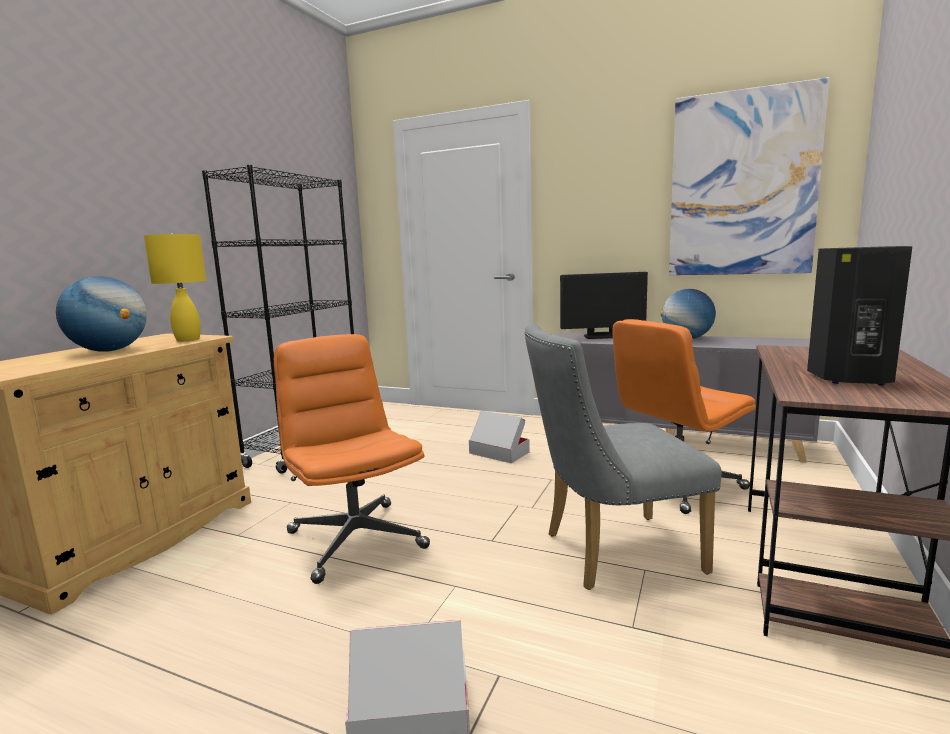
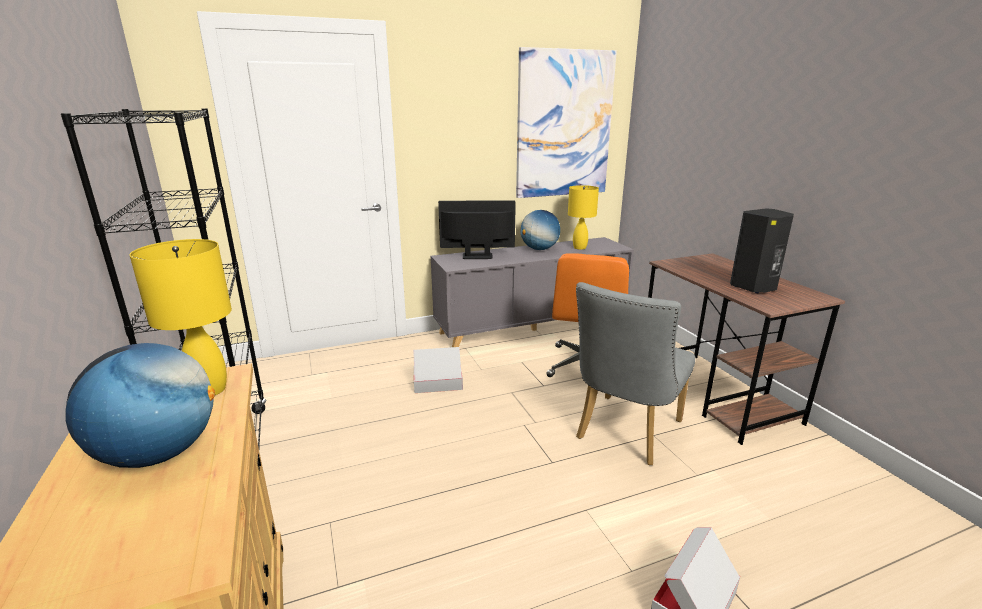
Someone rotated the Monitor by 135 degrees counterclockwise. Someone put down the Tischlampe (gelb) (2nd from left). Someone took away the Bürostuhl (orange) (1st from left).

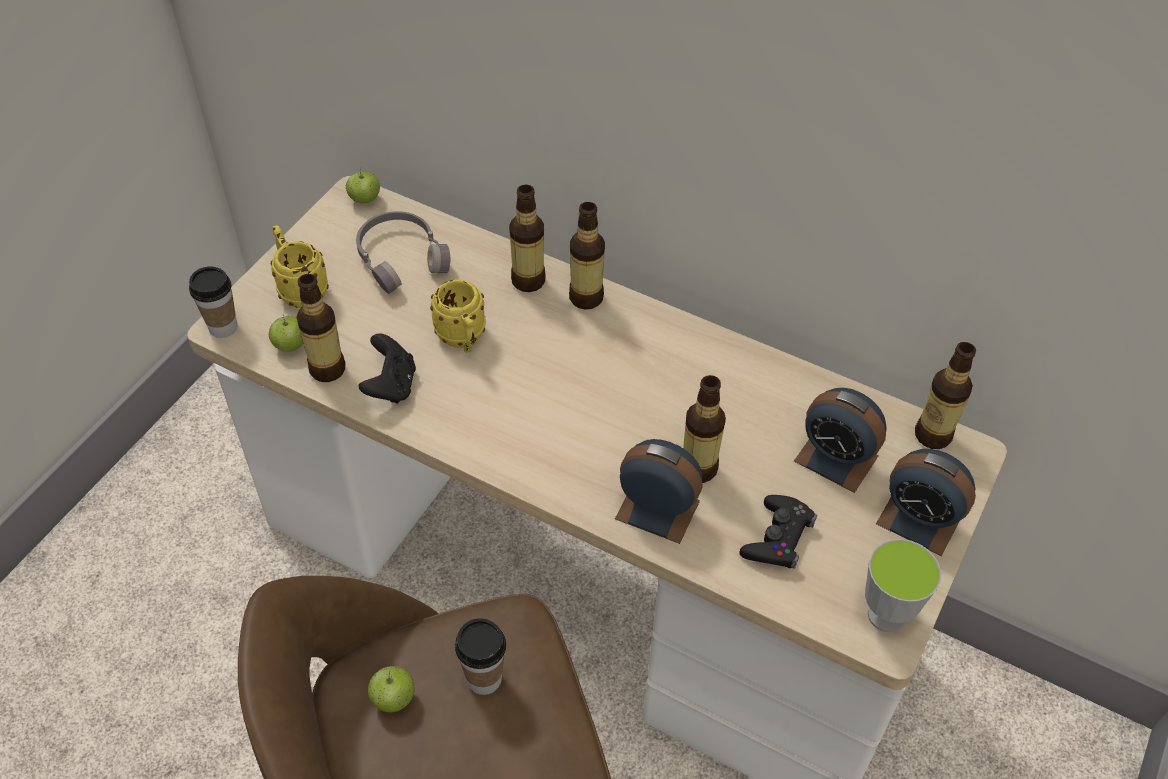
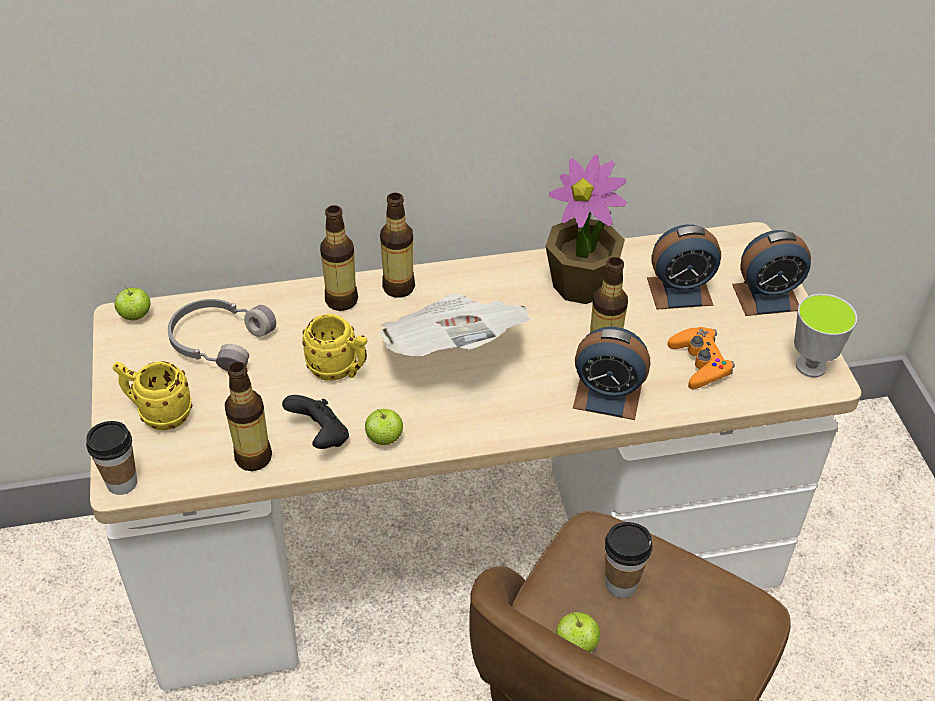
Someone carried the Apfel (1st from left in the first image). Someone put down the Zeitung. Someone put down the Topfpflanze. Someone rotated the Wecker (1st from left) by 150 degrees counterclockwise. Someone repainted the Gamepad (schwarz) (2nd from left), which became the Gamepad (orange). Someone took away the Flasche (5th from left).

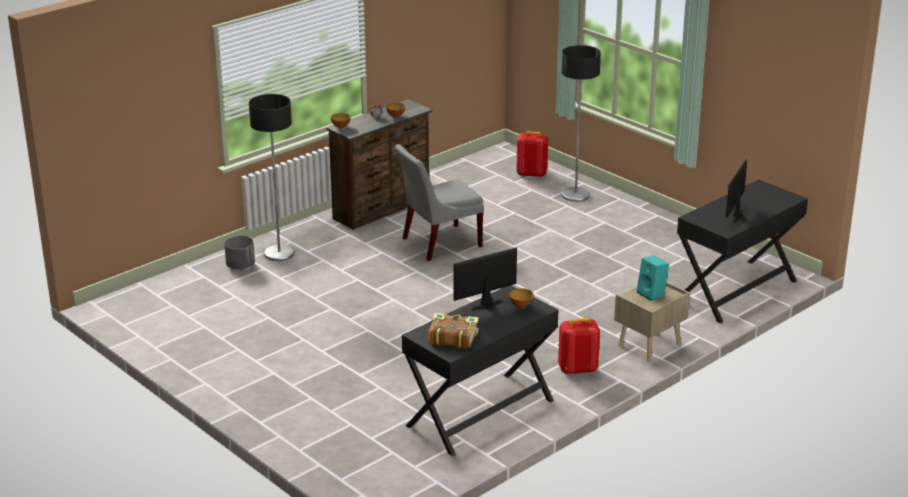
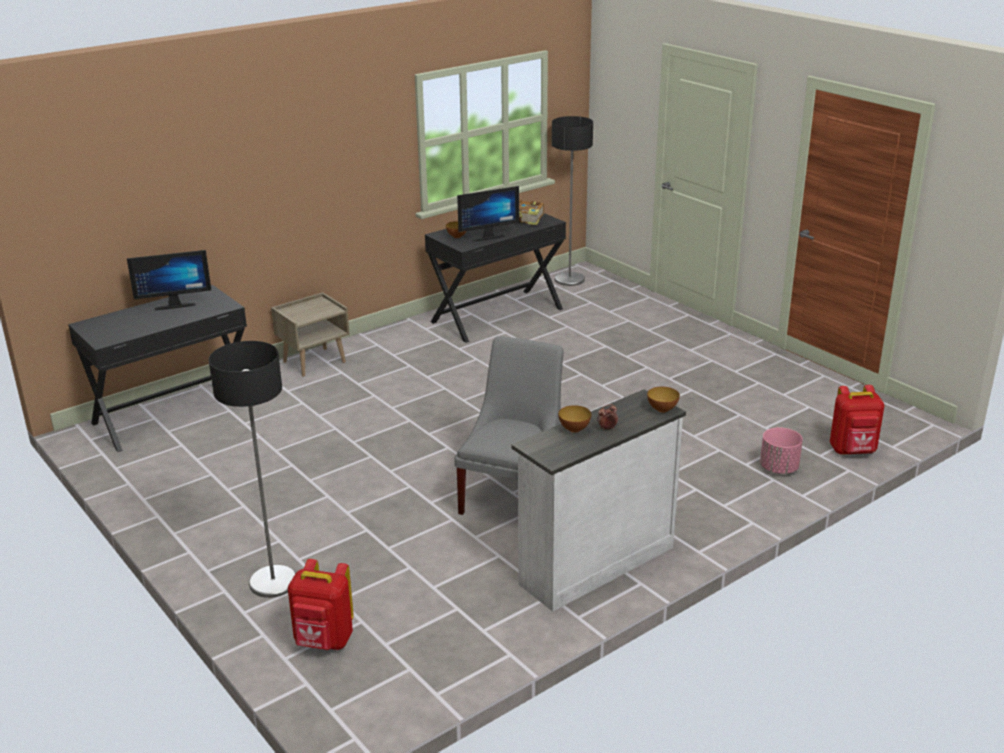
Someone rotated the Monitor (2nd from left in the first image) by 45 degrees clockwise. Someone rotated the Stuhl (grau) by 45 degrees counterclockwise. Someone repainted the Kommode (braun), which became the Kommode (weiß). Someone carried the Stehlampe (1st from left in the first image). Someone repainted the Pflanzkübel (grau), which became the Pflanzkübel (rosa). Someone carried the Rucksack (rot) (2nd from left). Someone took away the Lautsprecher (türkis).

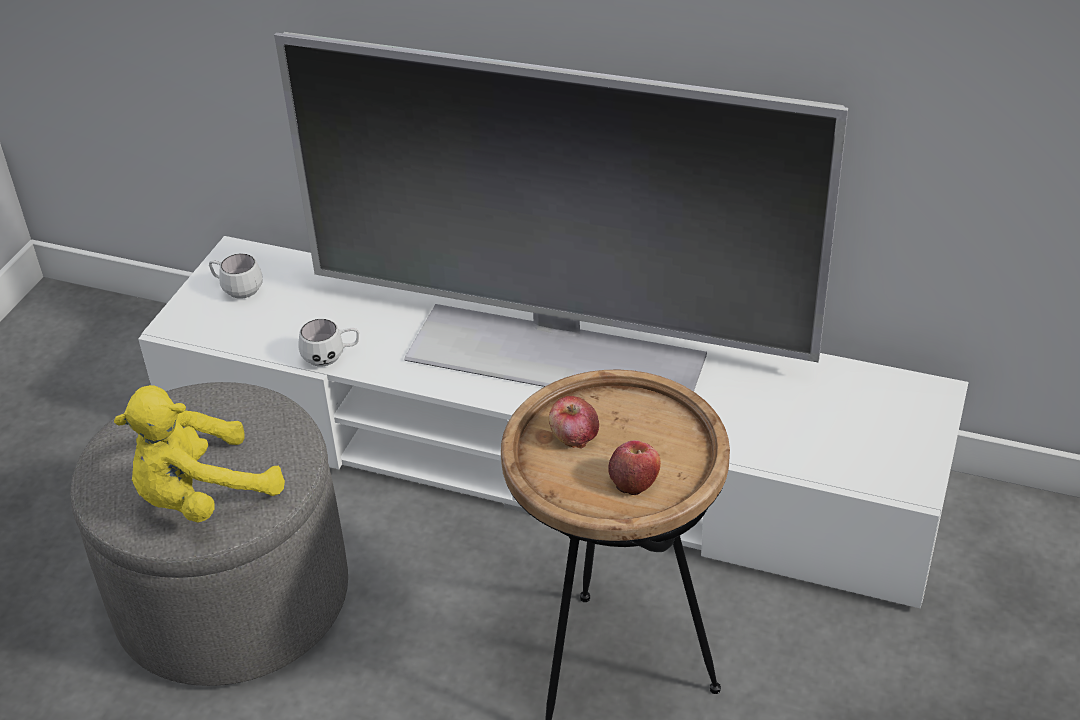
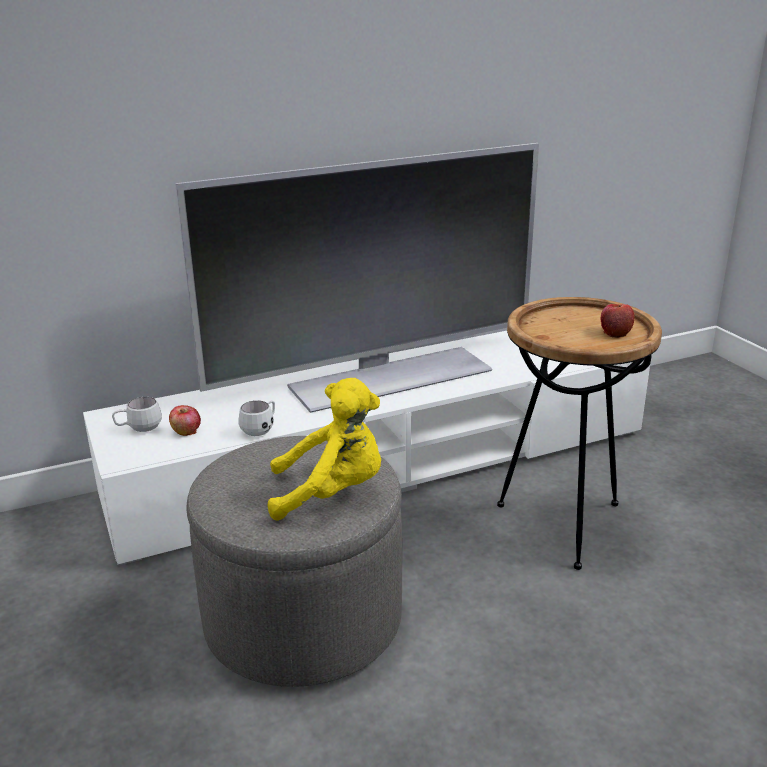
Someone carried the Apfel (1st from left). Someone rotated the Plüschtier (gelb) by 105 degrees counterclockwise.

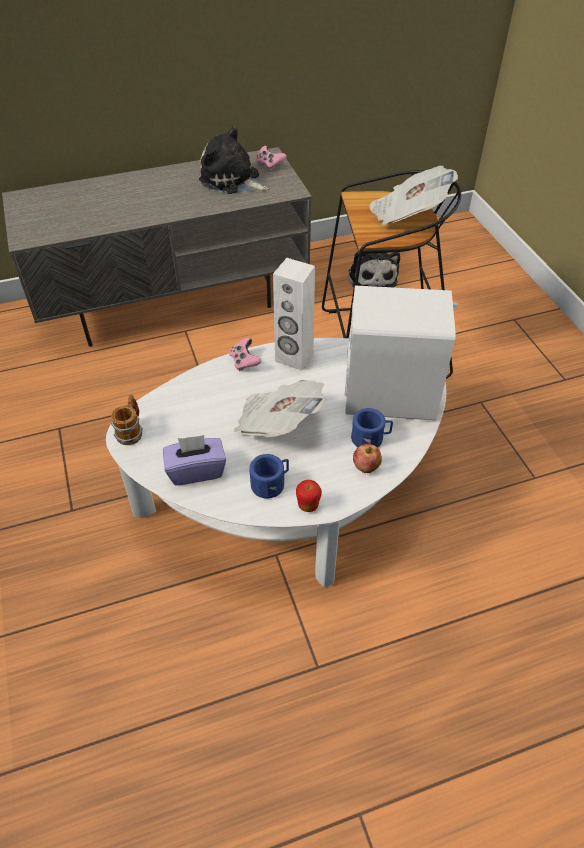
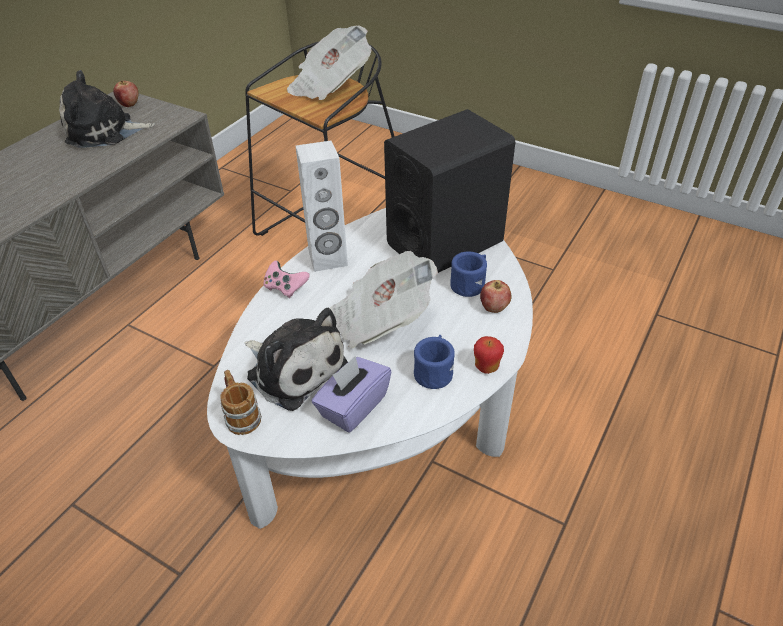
Someone swapped the Gamepad (rosa) (2nd from left) for the Apfel (1st from left). Someone carried the Plüschtier (2nd from left). Someone repainted the Lautsprecher (weiß) (2nd from left), which became the Lautsprecher (schwarz).

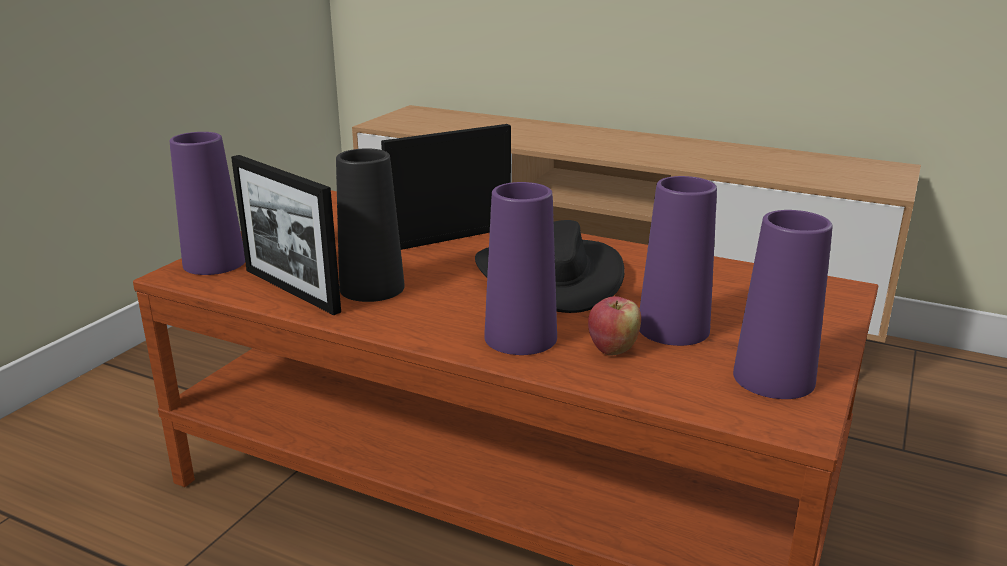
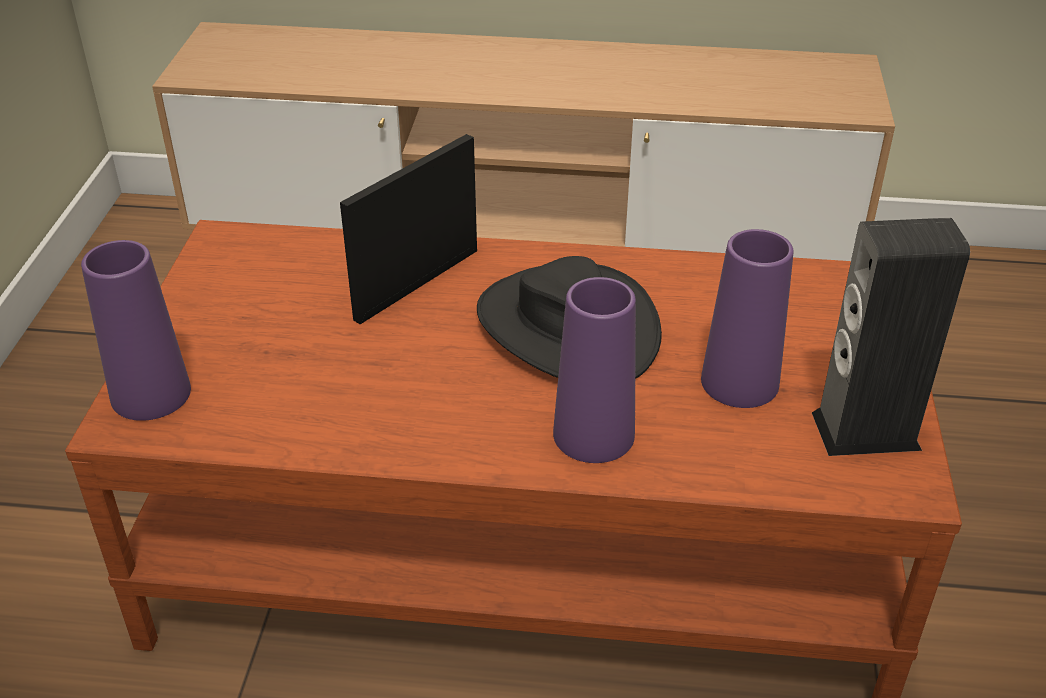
Someone swapped the Vase (lila) (4th from left) for the Lautsprecher. Someone took away the Bilderrahmen (1st from left). Someone took away the Vase (schwarz). Someone took away the Apfel.

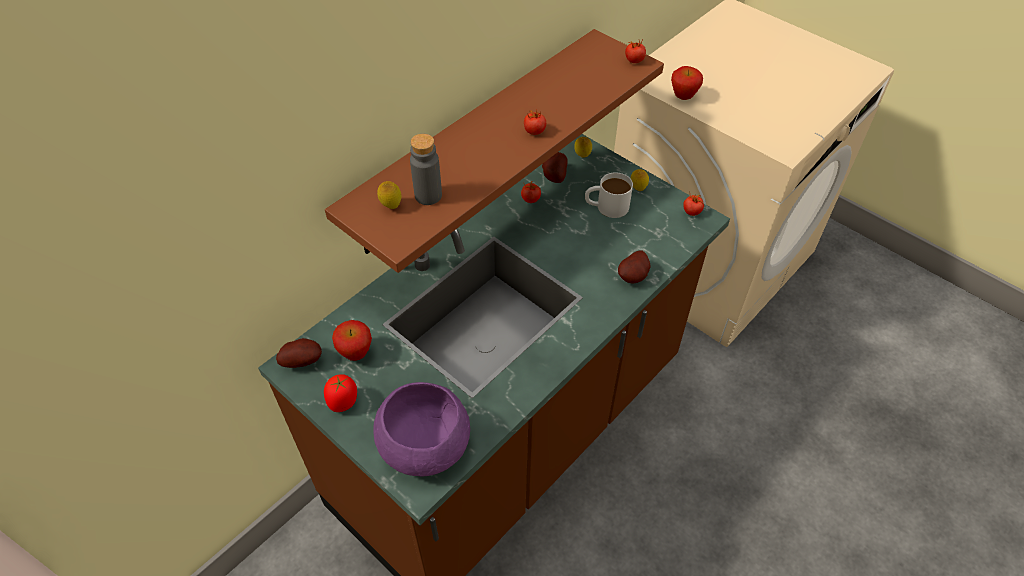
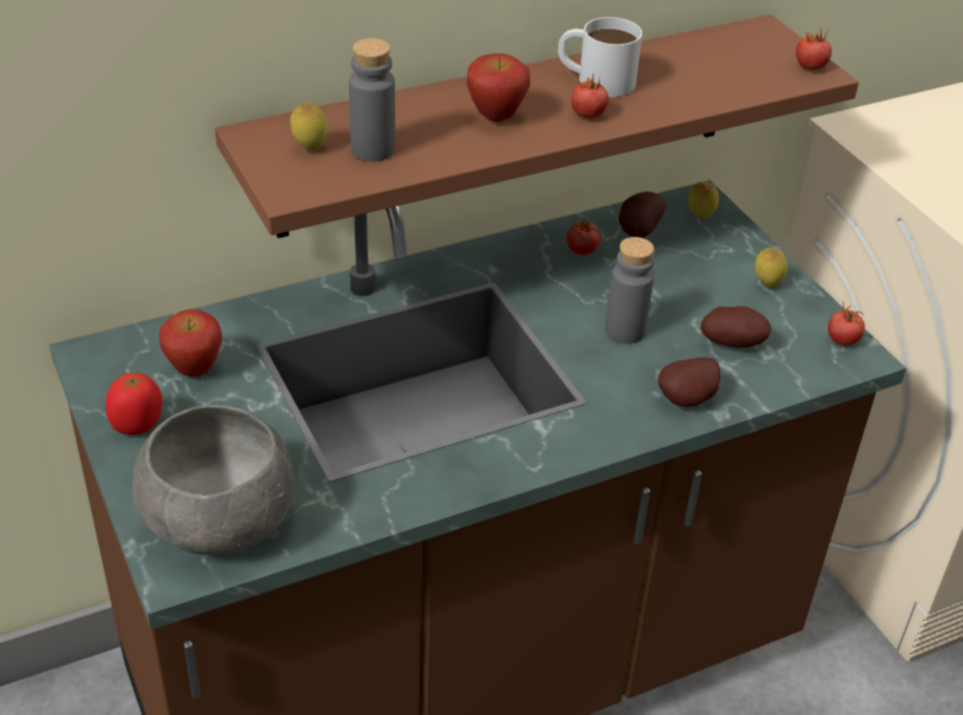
Someone repainted the Schüssel (lila), which became the Schüssel (grau). Someone carried the Apfel (2nd from left). Someone carried the Henkelbecher (weiß). Someone put down the Flasche (grau) (2nd from left). Someone carried the Kartoffel (1st from left in the first image).

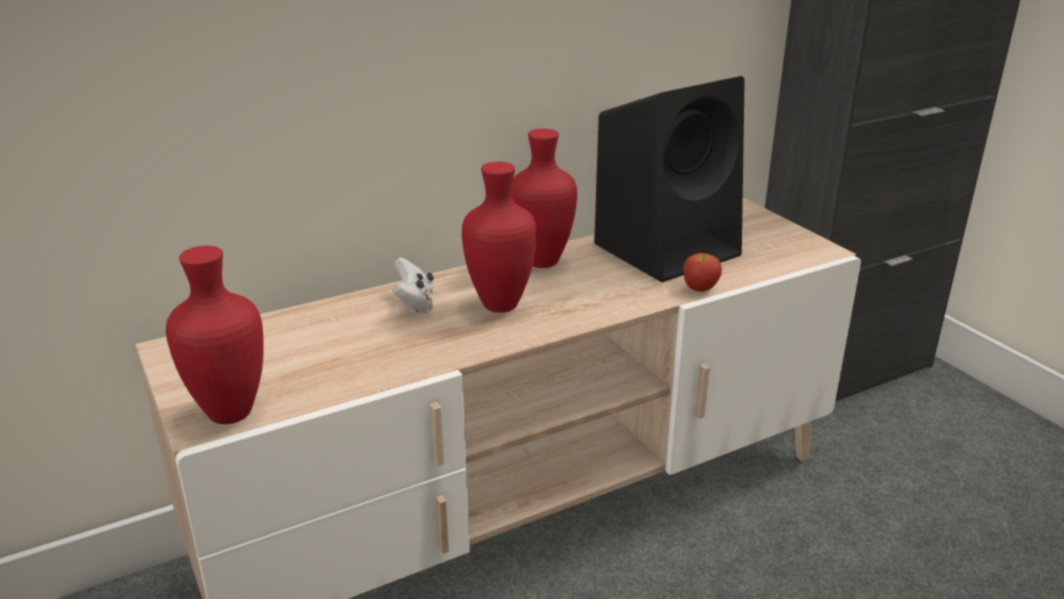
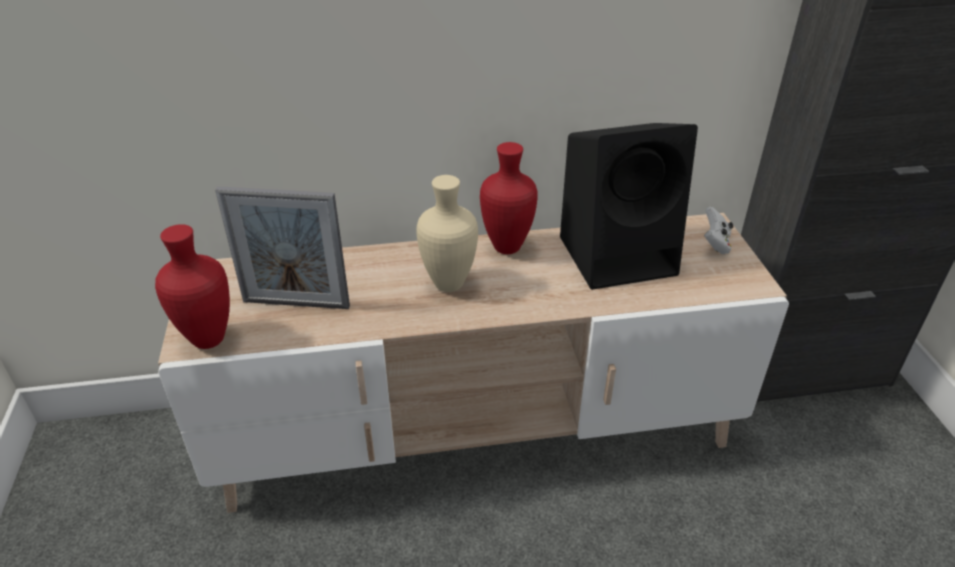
Someone put down the Bilderrahmen. Someone repainted the Vase (rot) (2nd from left), which became the Vase (beige). Someone carried the Gamepad (weiß). Someone took away the Apfel.

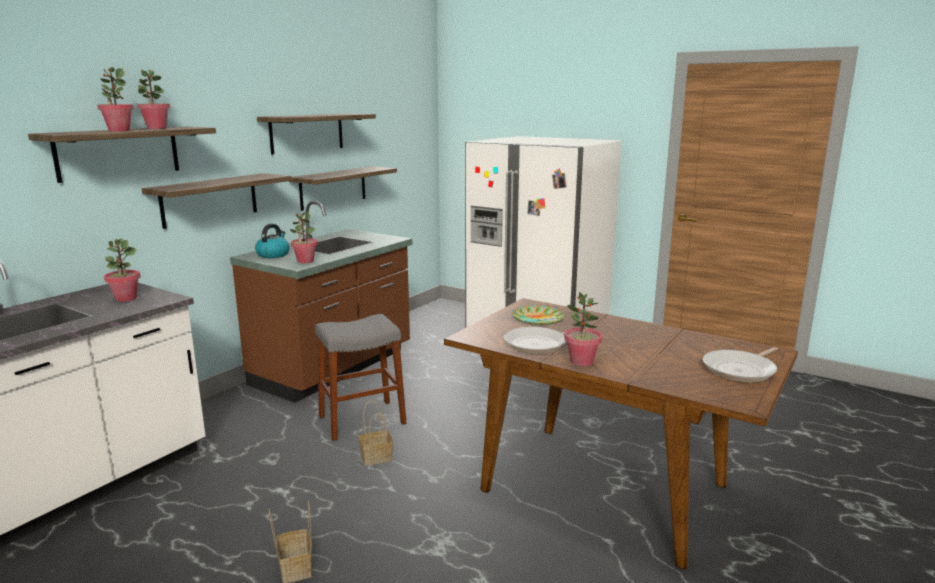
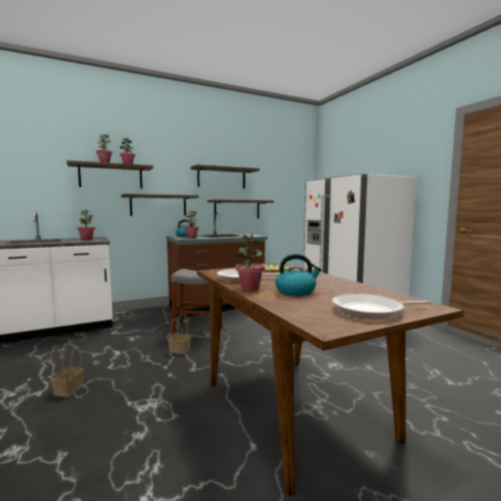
Someone put down the Wasserkessel (2nd from left).

